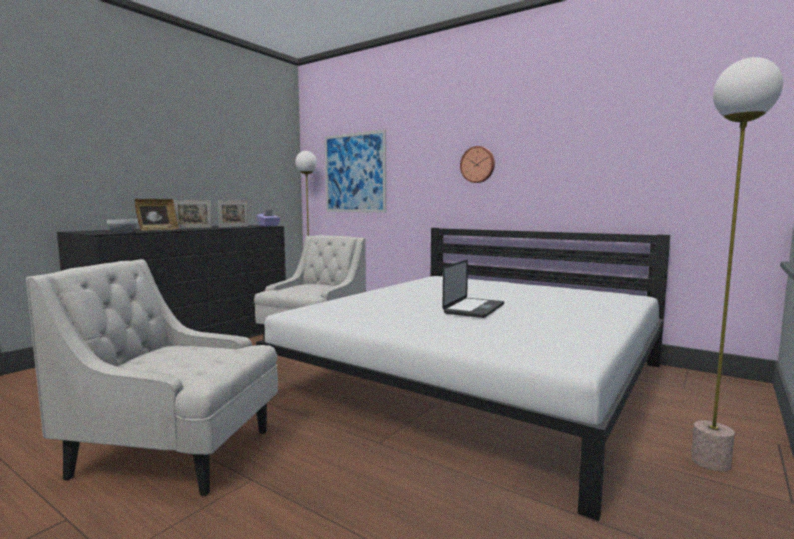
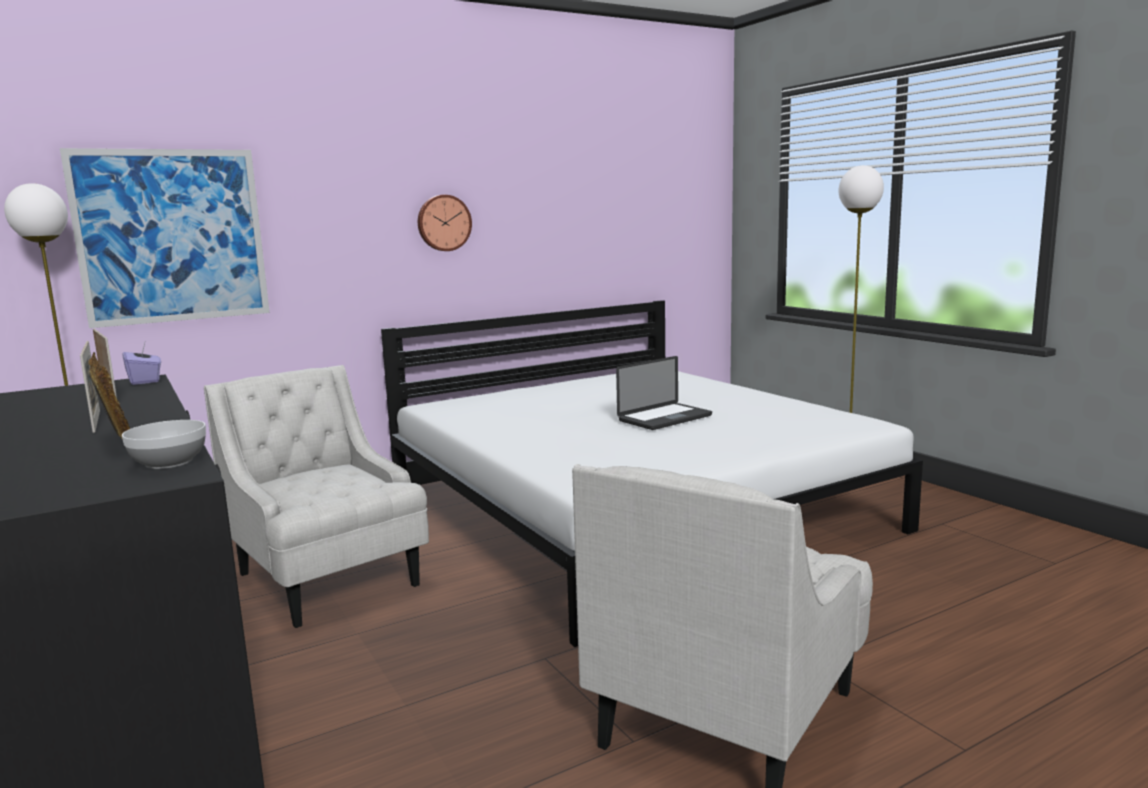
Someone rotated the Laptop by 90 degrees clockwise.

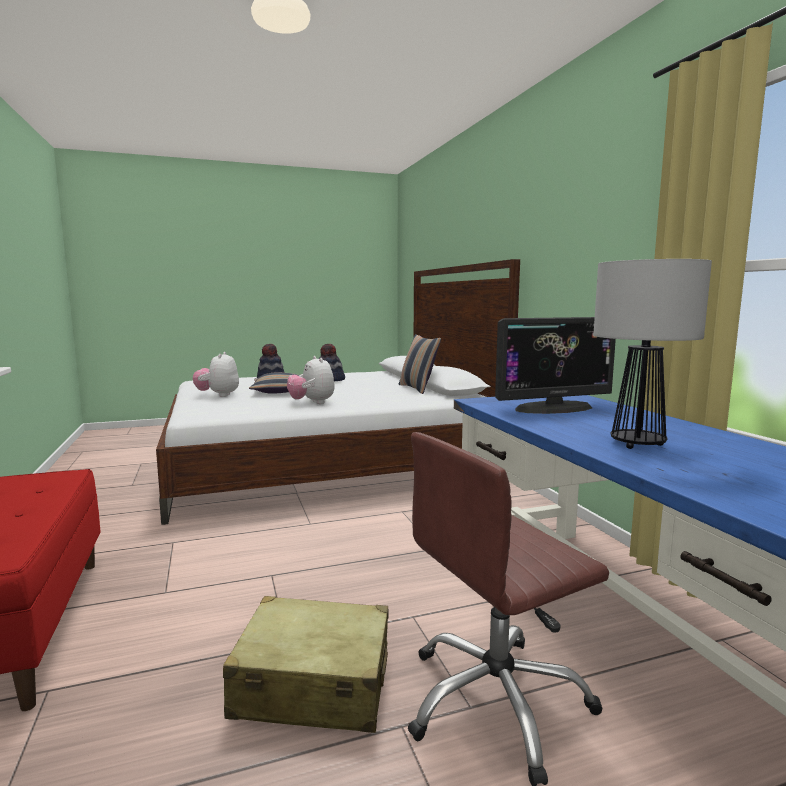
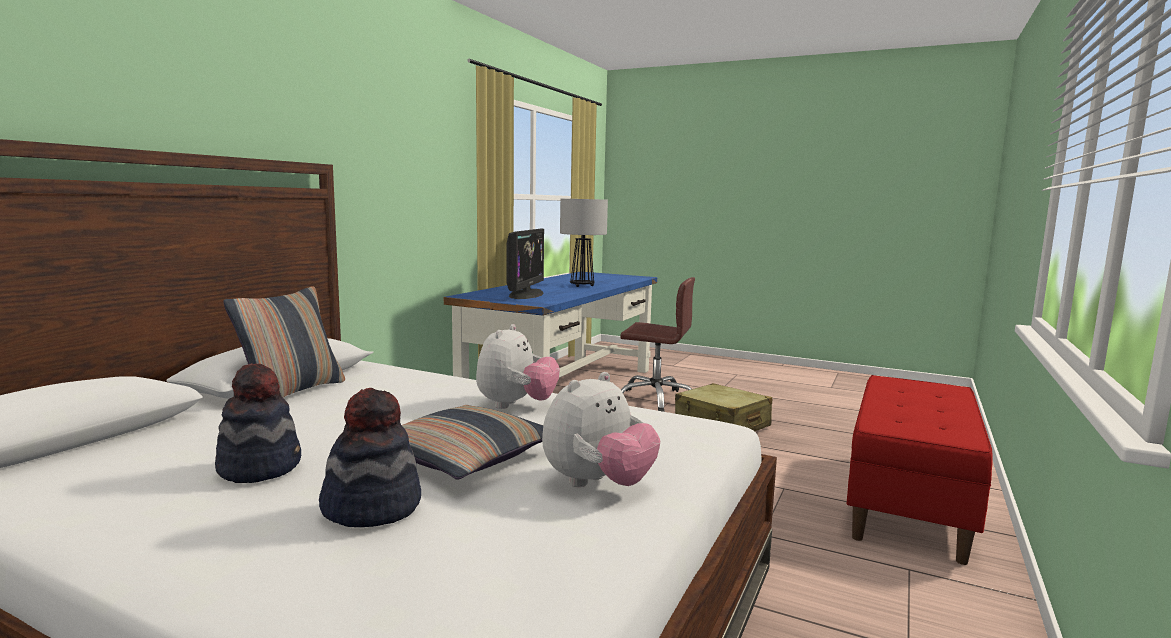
Someone rotated the Monitor by 75 degrees clockwise.

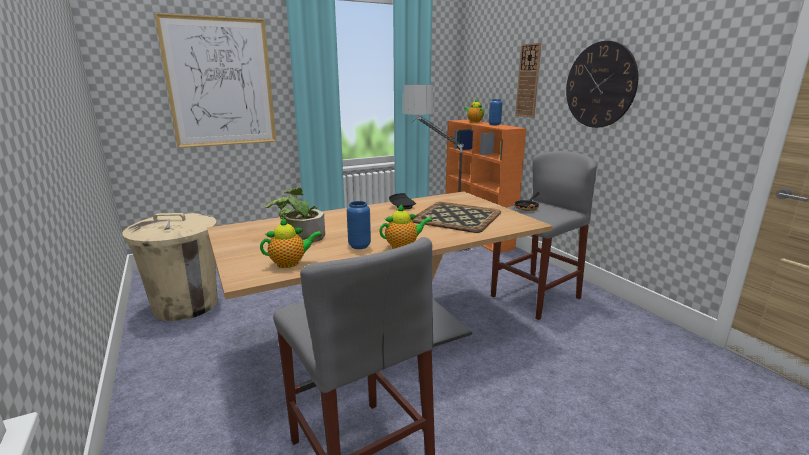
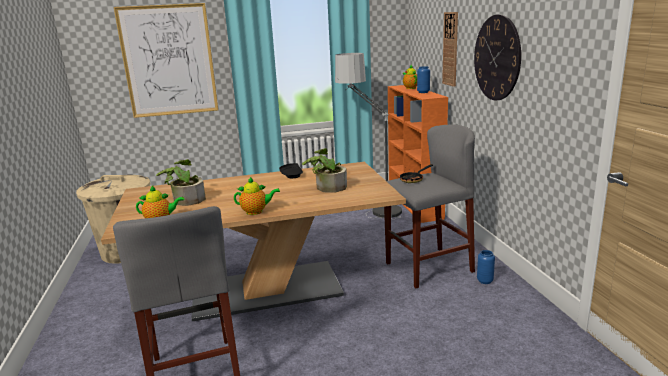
Someone swapped the Tablett for the Topfpflanze (2nd from left). Someone carried the Vase (blau) (1st from left in the first image).

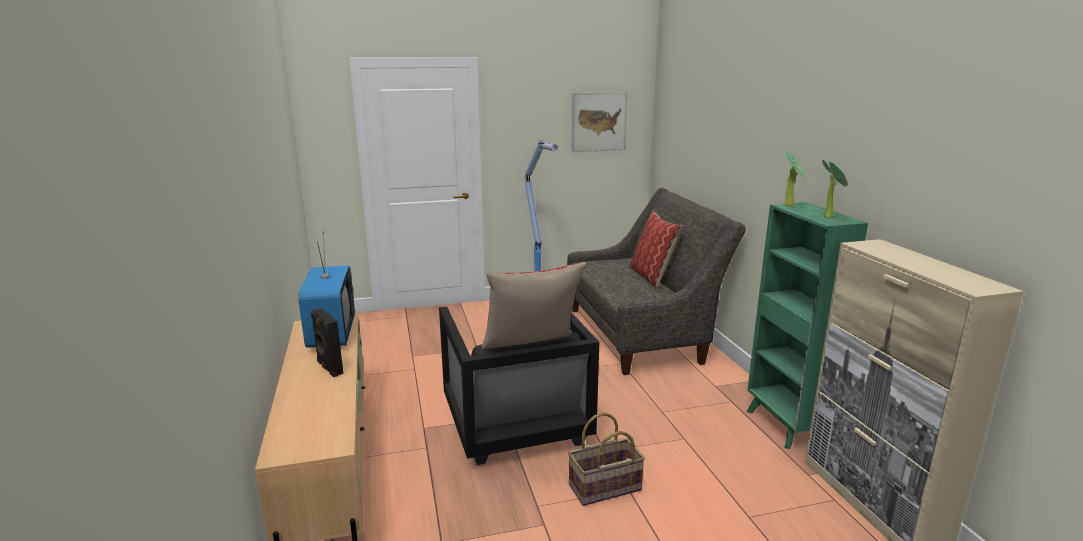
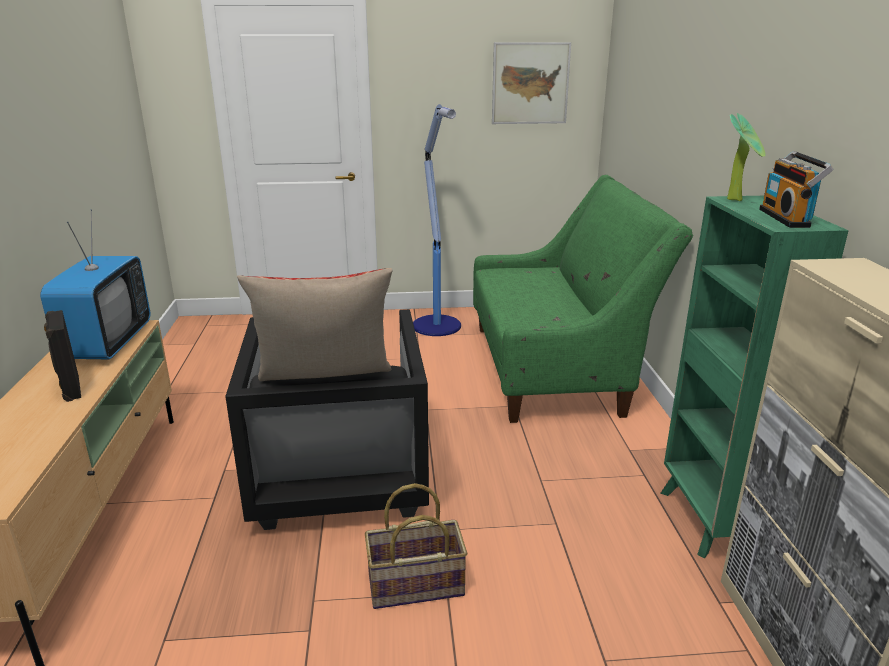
Someone repainted the Sofa (grau), which became the Sofa (grün). Someone swapped the Topfpflanze (2nd from left) for the Radio. Someone took away the Kissen (2nd from left).

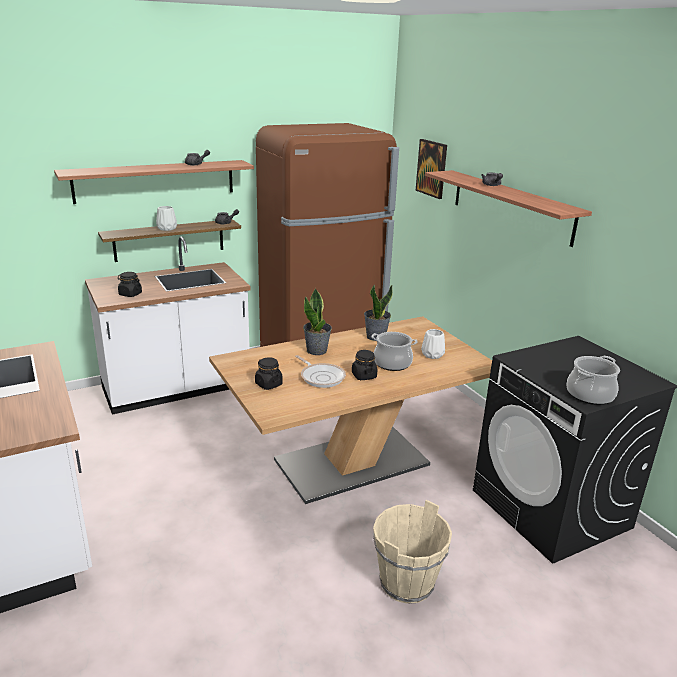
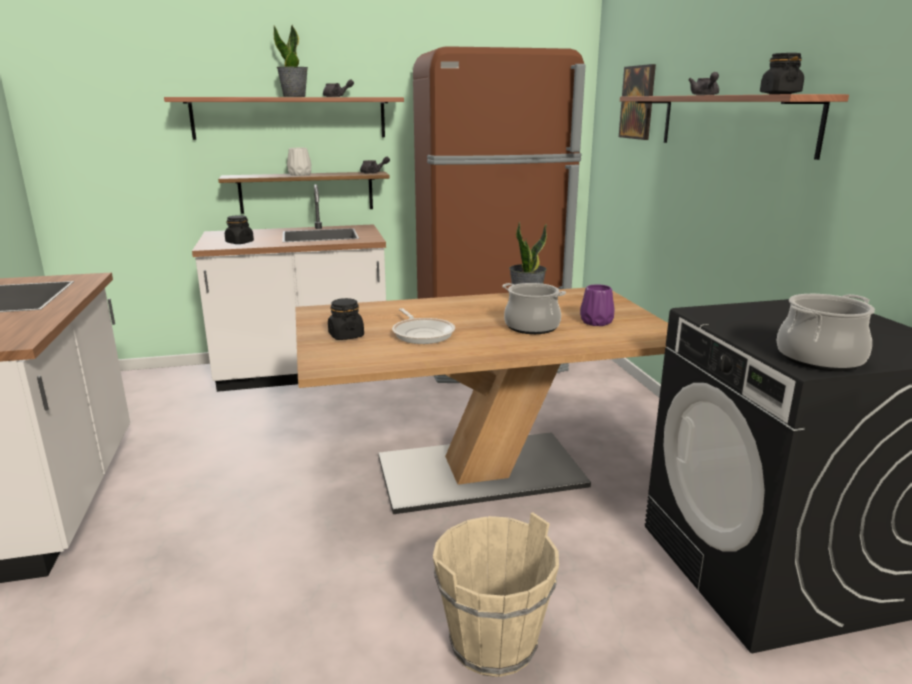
Someone carried the Topfpflanze (1st from left). Someone repainted the Vase (weiß) (2nd from left), which became the Vase (lila). Someone carried the Vorratsglas (schwarz) (3rd from left).

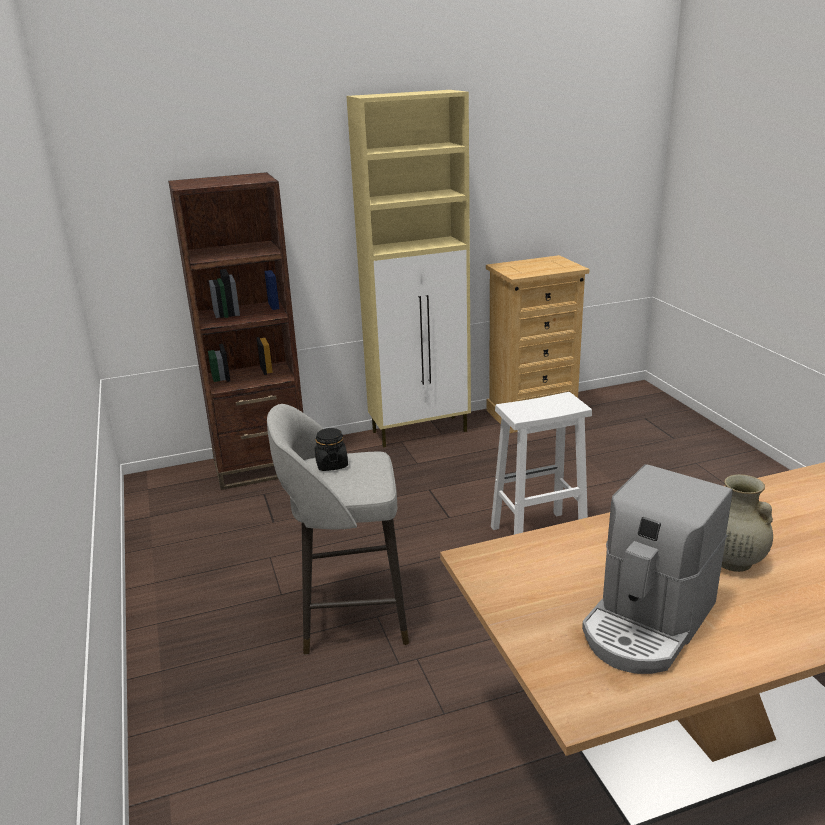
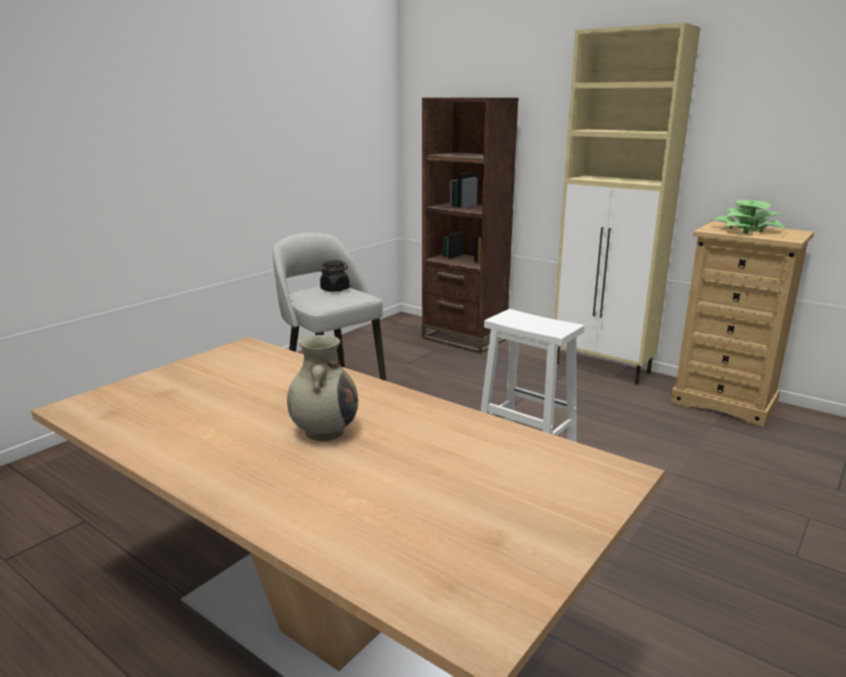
Someone put down the Topfpflanze. Someone took away the Kaffeemaschine.

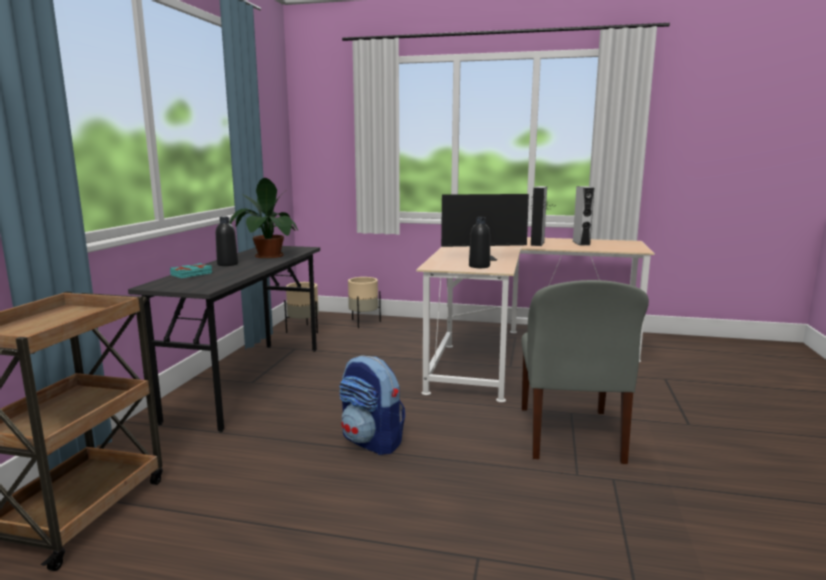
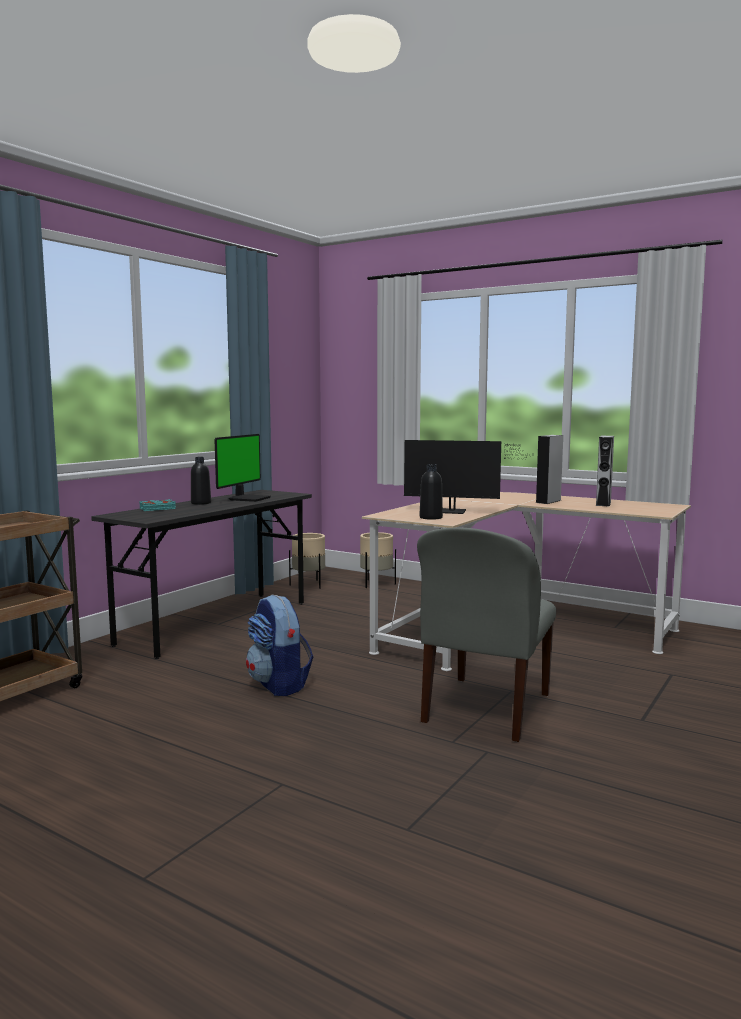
Someone swapped the Topfpflanze for the Monitor (1st from left).

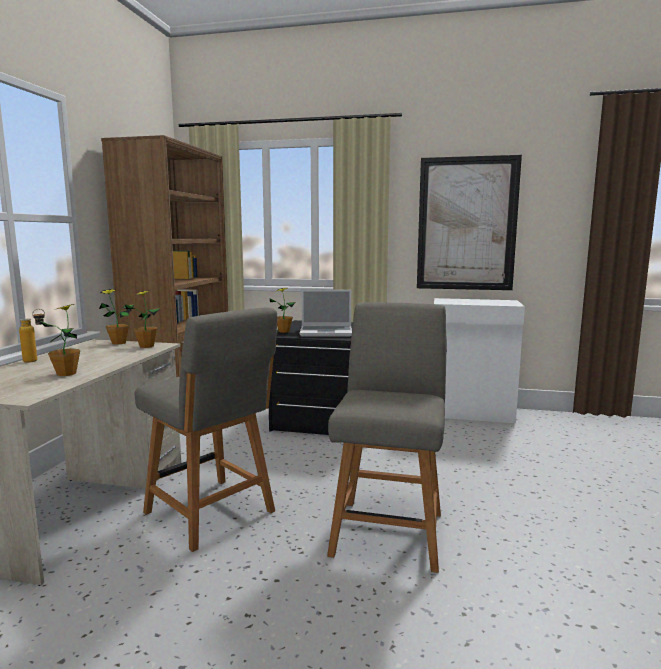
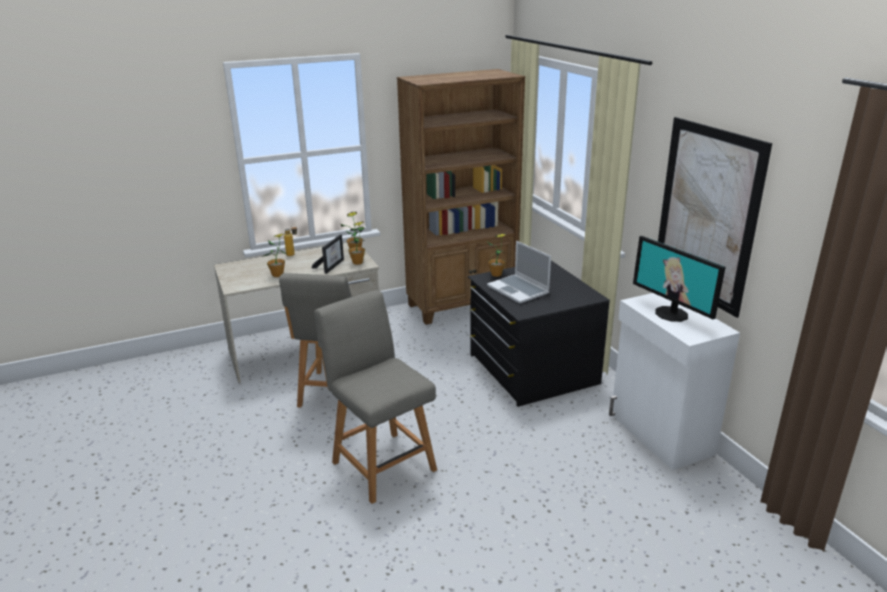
Someone put down the Bilderrahmen. Someone rotated the Stuhl (grau) (2nd from left) by 105 degrees counterclockwise. Someone put down the Monitor.

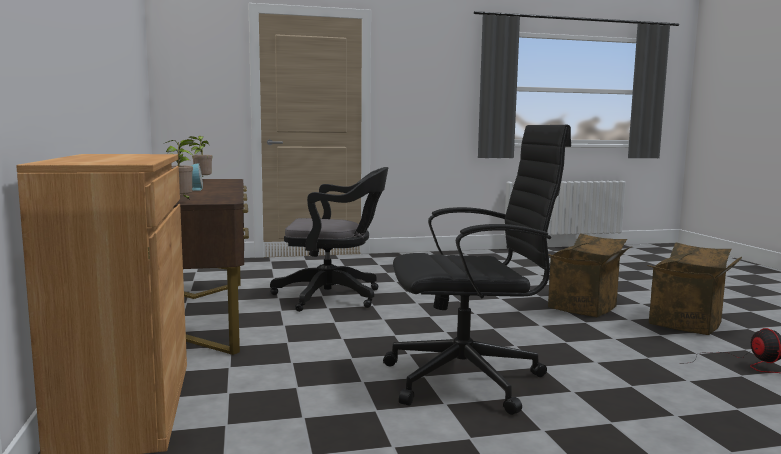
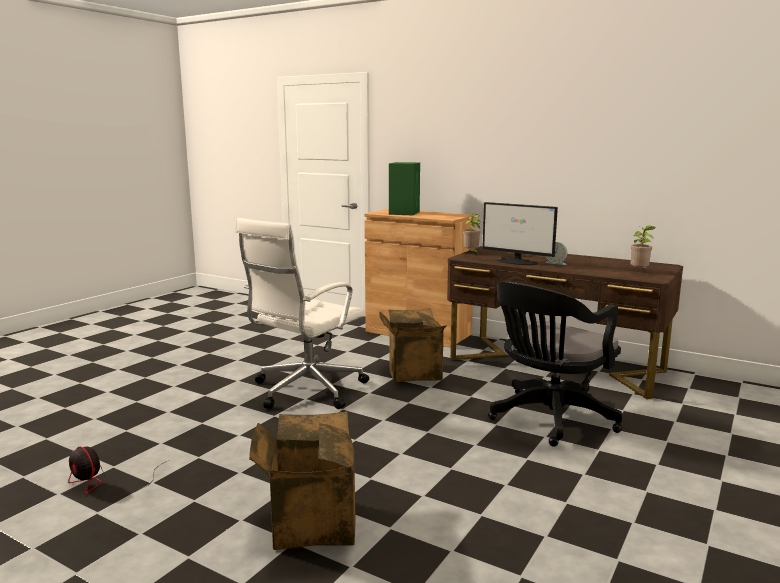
Someone repainted the Bürostuhl (schwarz) (2nd from left), which became the Bürostuhl (weiß). Someone carried the Karton (2nd from left). Someone put down the Lautsprecher (grün). Someone put down the Monitor.

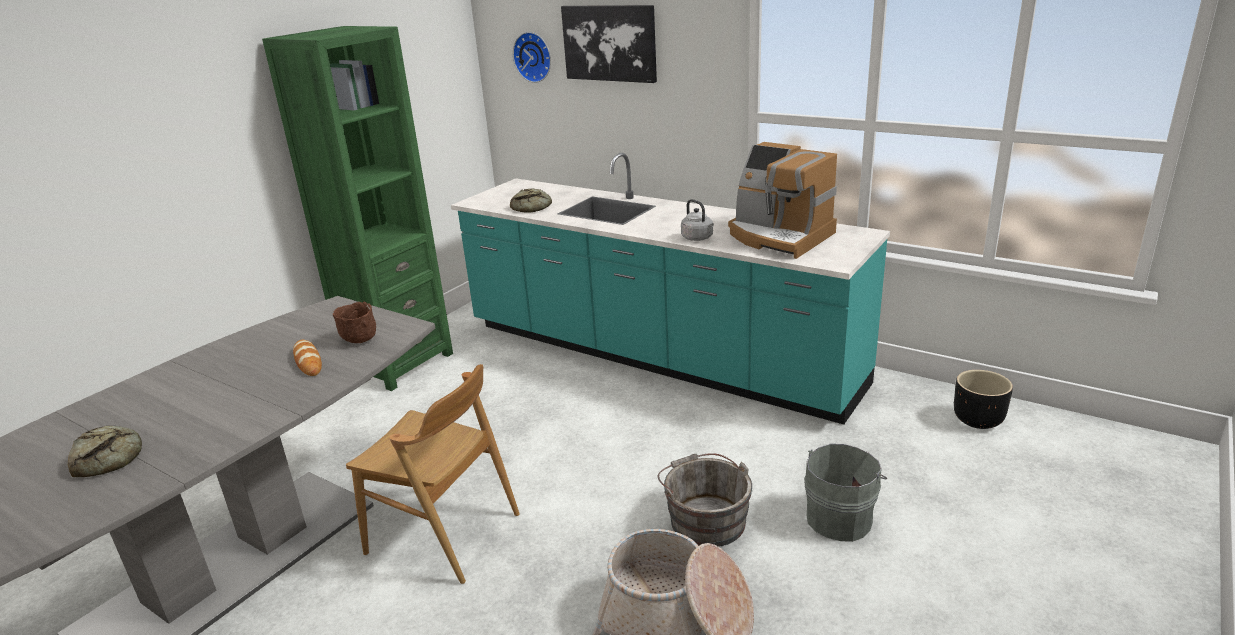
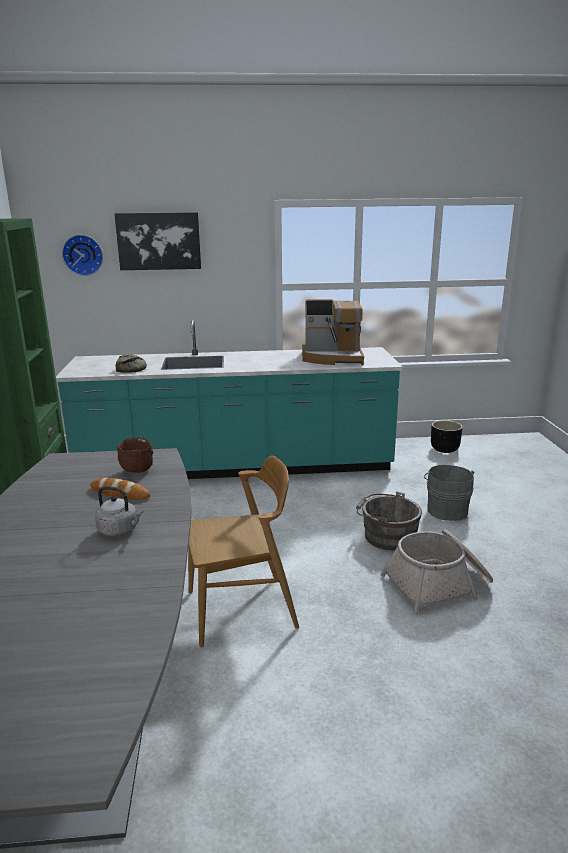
Someone carried the Wasserkessel (grau). Someone took away the Brot (1st from left).

